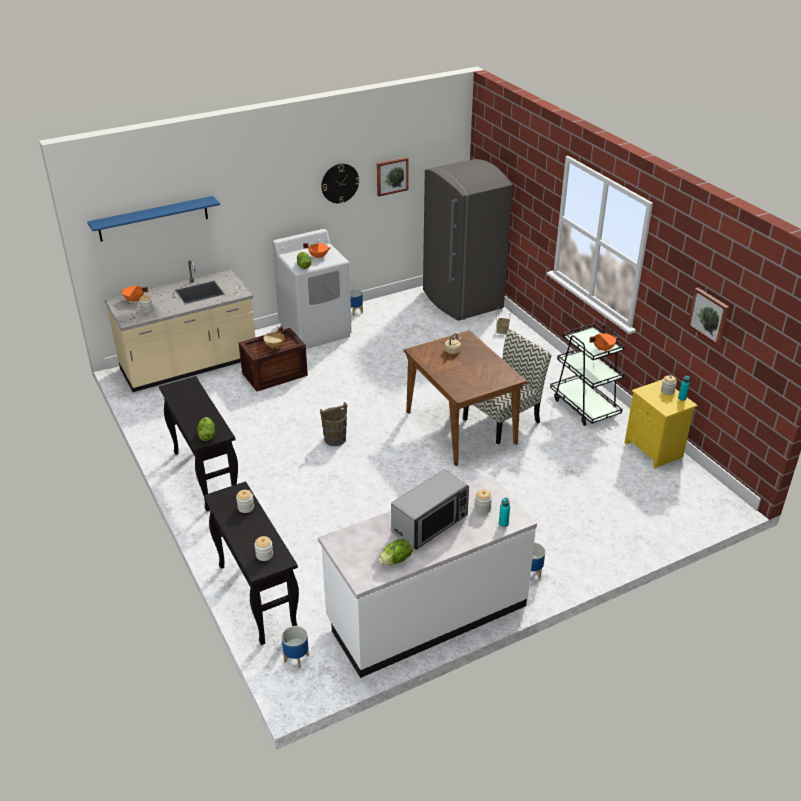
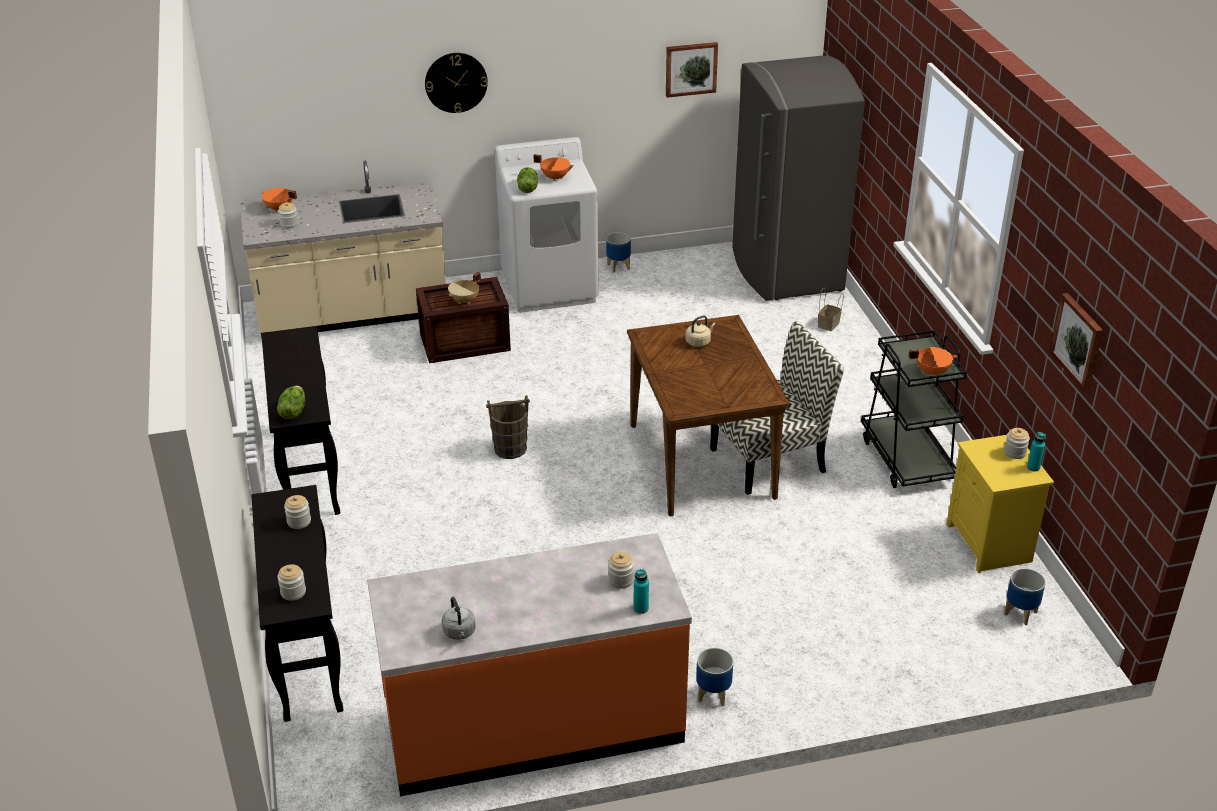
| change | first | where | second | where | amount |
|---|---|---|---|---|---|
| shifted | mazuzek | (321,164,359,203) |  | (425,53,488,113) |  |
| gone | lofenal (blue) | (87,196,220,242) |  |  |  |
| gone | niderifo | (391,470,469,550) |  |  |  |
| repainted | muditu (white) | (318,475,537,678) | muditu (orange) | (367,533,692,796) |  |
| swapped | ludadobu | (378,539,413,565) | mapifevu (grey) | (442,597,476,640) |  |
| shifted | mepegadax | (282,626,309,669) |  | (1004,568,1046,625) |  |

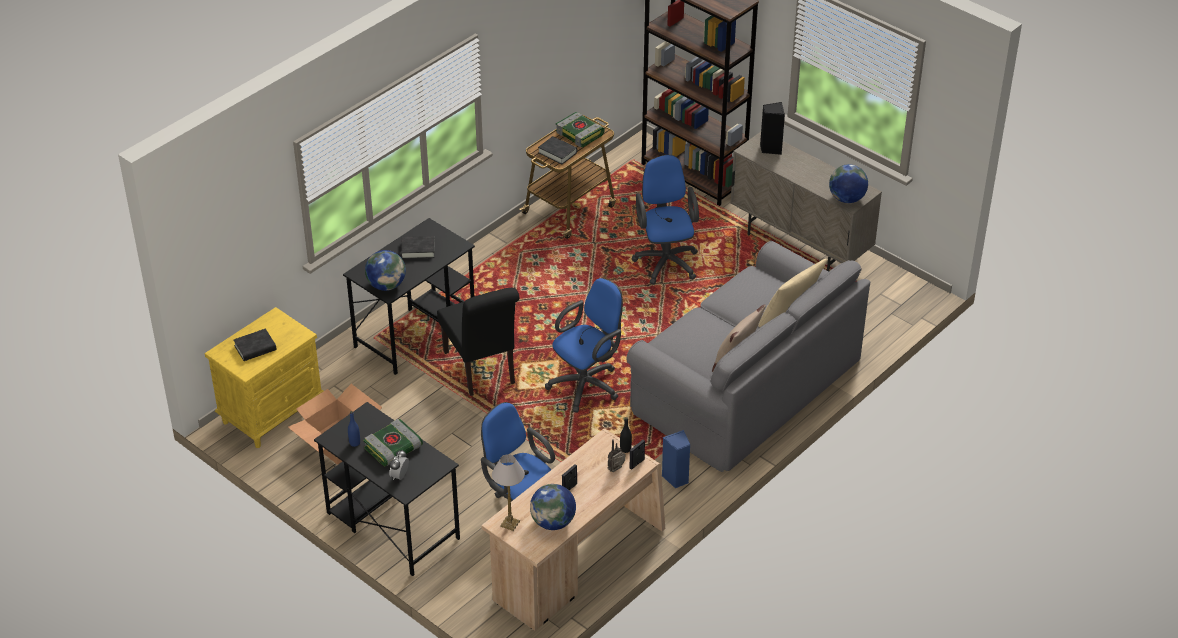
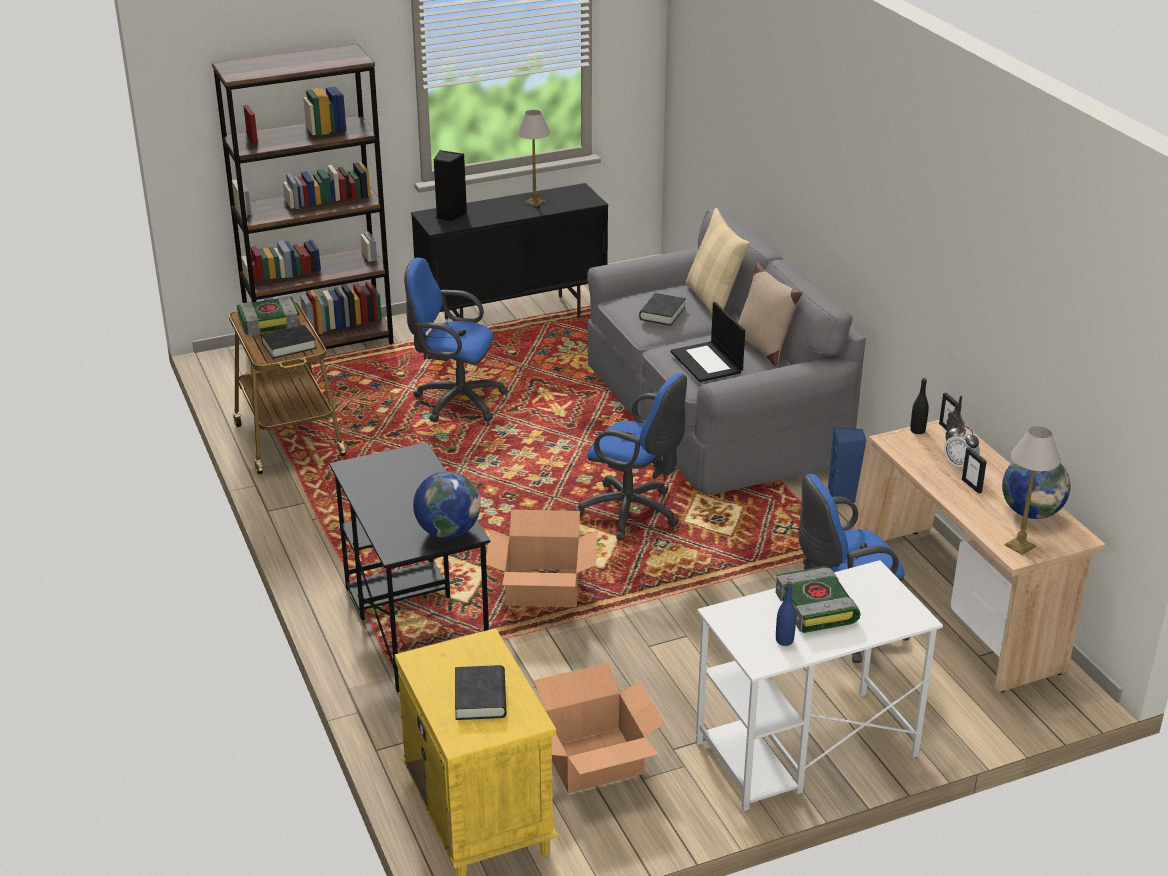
| change | first | where | second | where | amount |
|---|---|---|---|---|---|
| repainted | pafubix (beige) | (730,132,882,271) | pafubix (black) | (411,183,608,320) |  |
| gone | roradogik | (829,164,868,203) |  |  |  |
| shifted | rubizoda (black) | (401,236,435,259) |  | (639,293,686,326) |  |
| rotated | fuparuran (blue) | (545,278,623,413) |  | (574,373,687,540) | 135 degrees clockwise |
| swapped | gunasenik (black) | (437,288,519,396) | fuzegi | (486,510,597,607) |  |
| repainted | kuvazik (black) | (314,402,460,576) | kuvazik (white) | (696,560,943,811) |  |
| shifted | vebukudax | (389,450,409,480) |  | (944,425,980,467) |  |
| new |  |  | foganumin | (517,110,550,207) |  |
| new |  |  | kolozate | (671,302,745,382) |  |

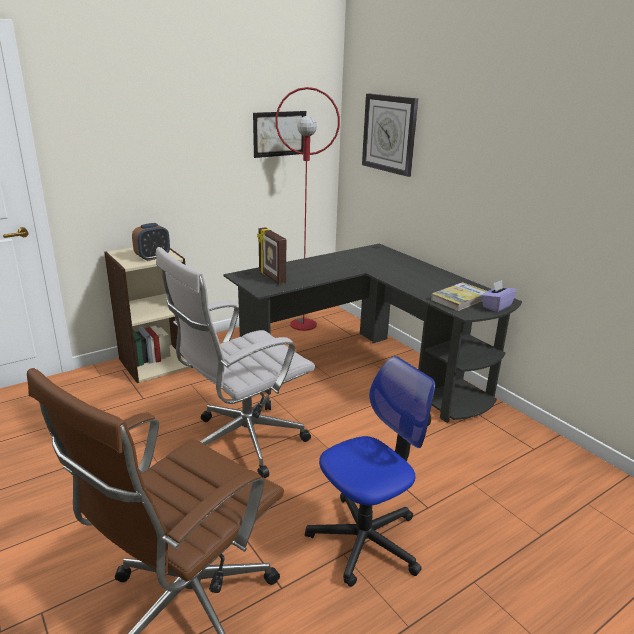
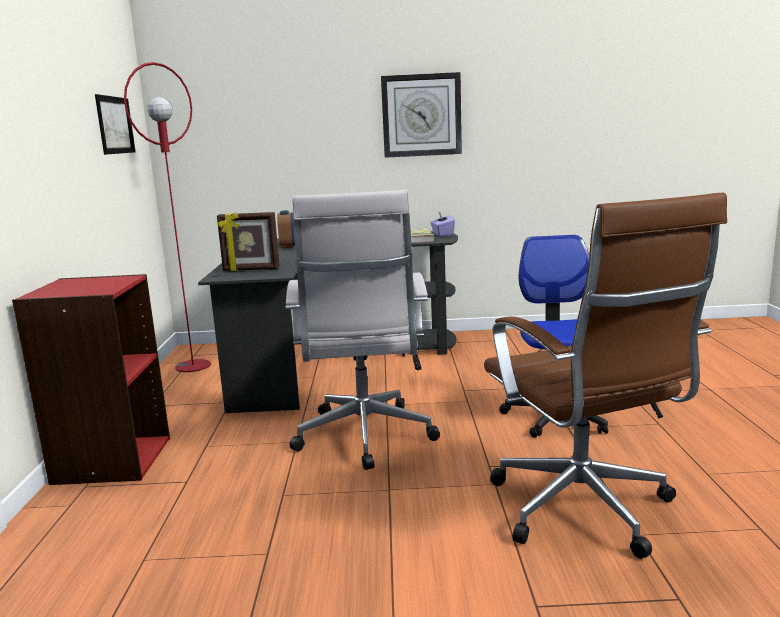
| change | first | where | second | where | amount |
|---|---|---|---|---|---|
| shifted | mazuzek | (362,93,418,177) |  | (381,72,462,158) |  |
| shifted | vebukudax | (132,223,170,261) |  | (277,210,295,248) |  |
| repainted | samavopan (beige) | (104,248,193,383) | samavopan (red) | (12,274,170,485) |  |

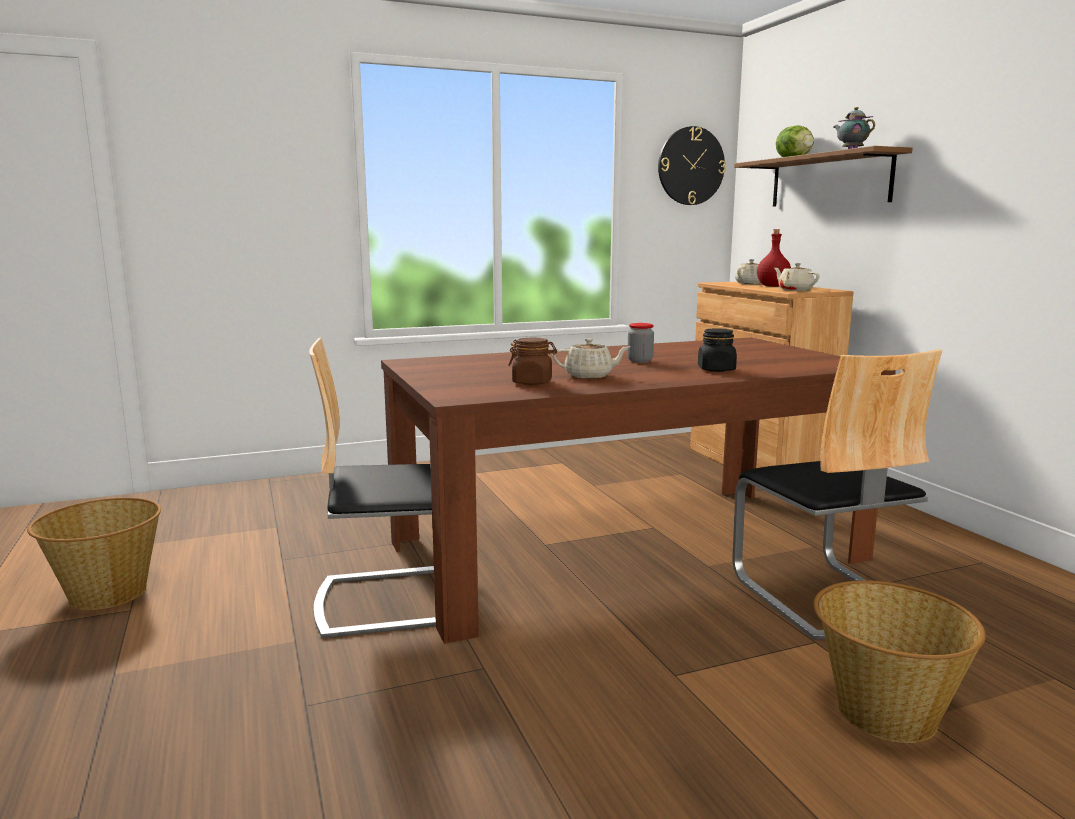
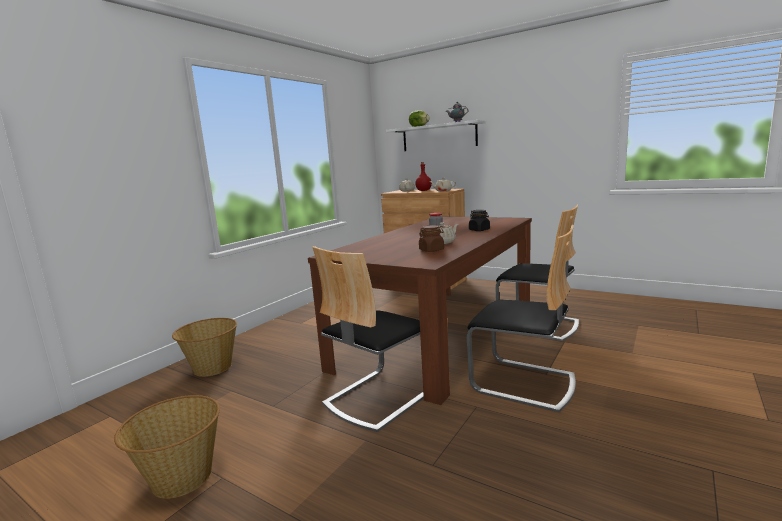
| change | first | where | second | where | amount |
|---|---|---|---|---|---|
| gone | mazuzek | (658,126,726,205) |  |  |  |
| repainted | lofenal (brown) | (734,146,913,207) | lofenal (white) | (386,120,486,151) |  |
| shifted | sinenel | (814,580,986,743) |  | (172,318,237,377) |  |
| new |  |  | gunasenik | (467,225,576,412) |  |

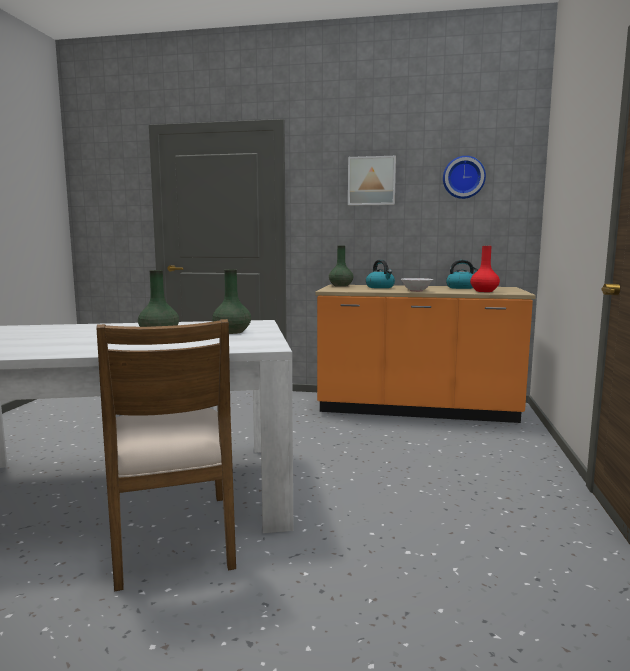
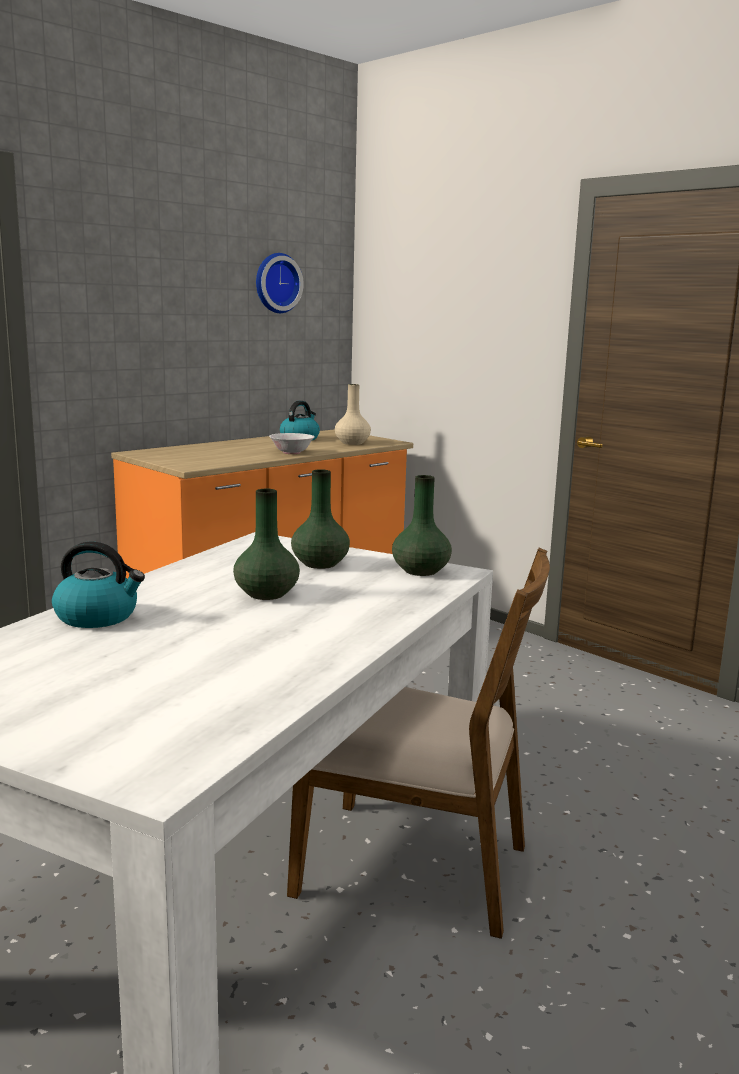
| change | first | where | second | where | amount |
|---|---|---|---|---|---|
| gone | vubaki | (348,156,396,206) |  |  |  |
| shifted | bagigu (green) | (329,245,353,287) |  | (392,475,452,576) |  |
| repainted | bagigu (red) | (470,246,500,292) | bagigu (beige) | (335,384,371,445) |  |
| shifted | mapifevu | (366,260,395,288) |  | (52,542,145,628) |  |

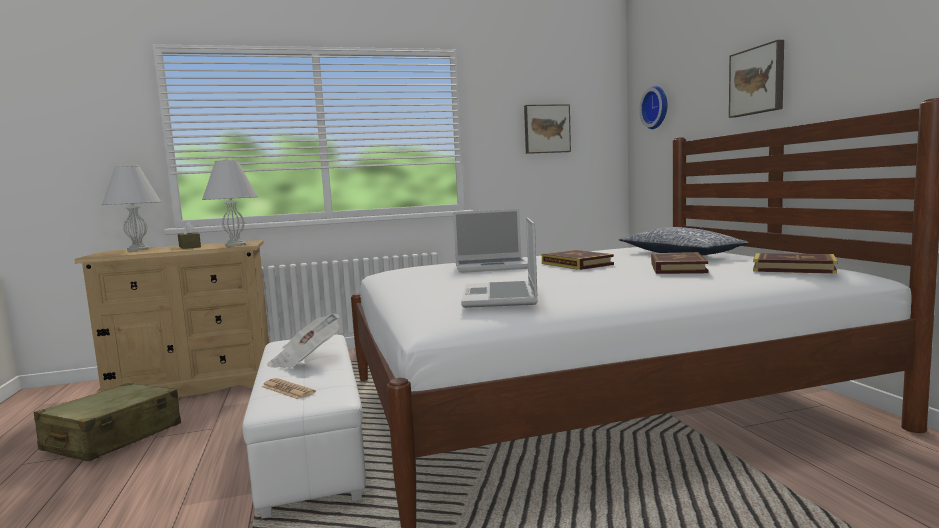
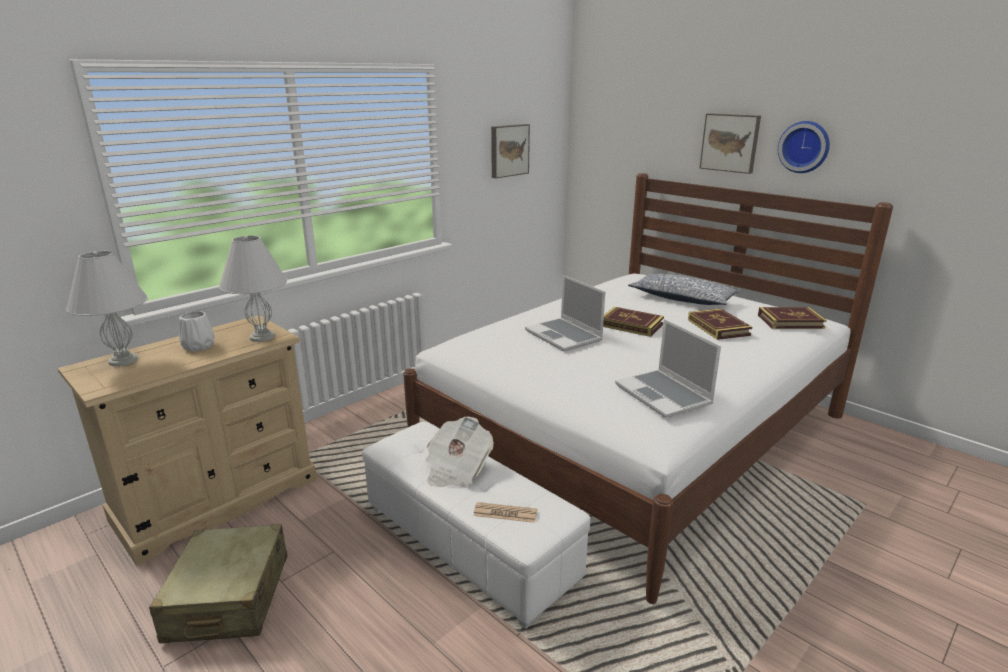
| change | first | where | second | where | amount |
|---|---|---|---|---|---|
| shifted | mazuzek | (639,86,667,129) |  | (778,121,830,173) |  |
| rotated | kolozate | (453,209,528,273) |  | (525,275,605,351) | 90 degrees clockwise |
| swapped | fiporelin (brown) | (178,221,201,249) | bagigu (white) | (179,311,215,352) |  |

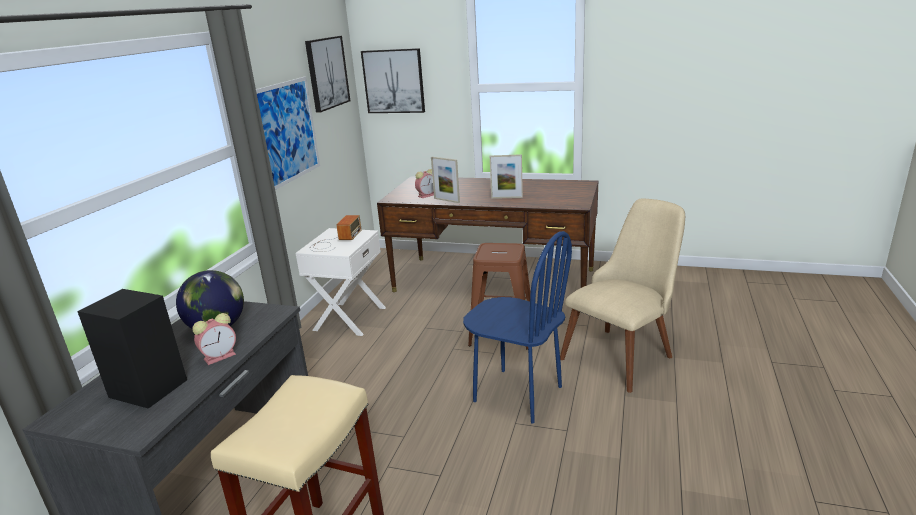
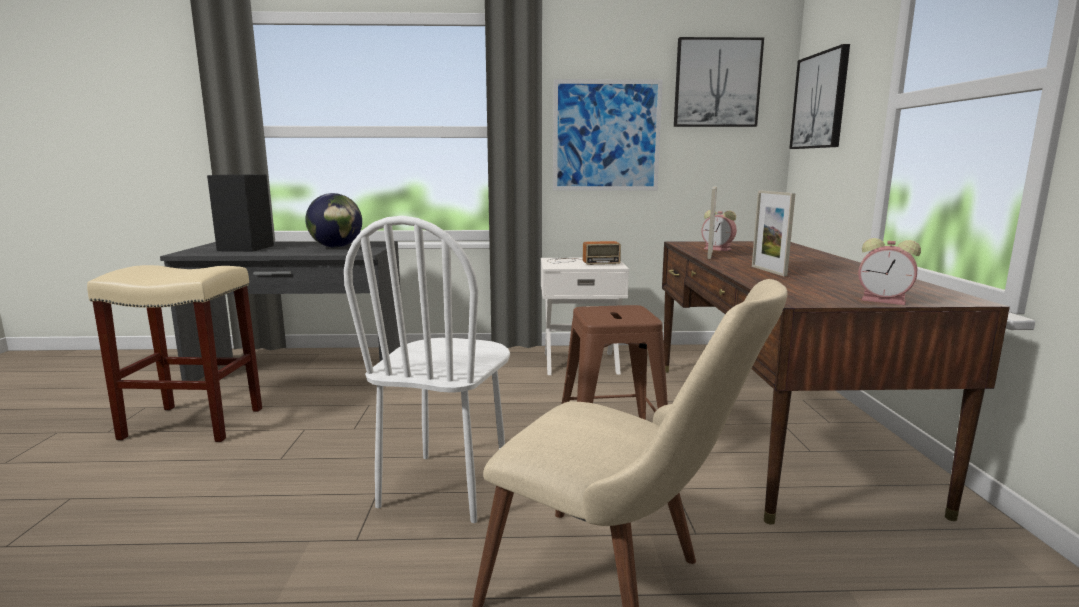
| change | first | where | second | where | amount |
|---|---|---|---|---|---|
| repainted | gunasenik (blue) | (463,231,572,424) | gunasenik (white) | (344,216,510,523) |  |
| shifted | vebukudax | (192,313,236,365) |  | (858,238,921,305) |  |

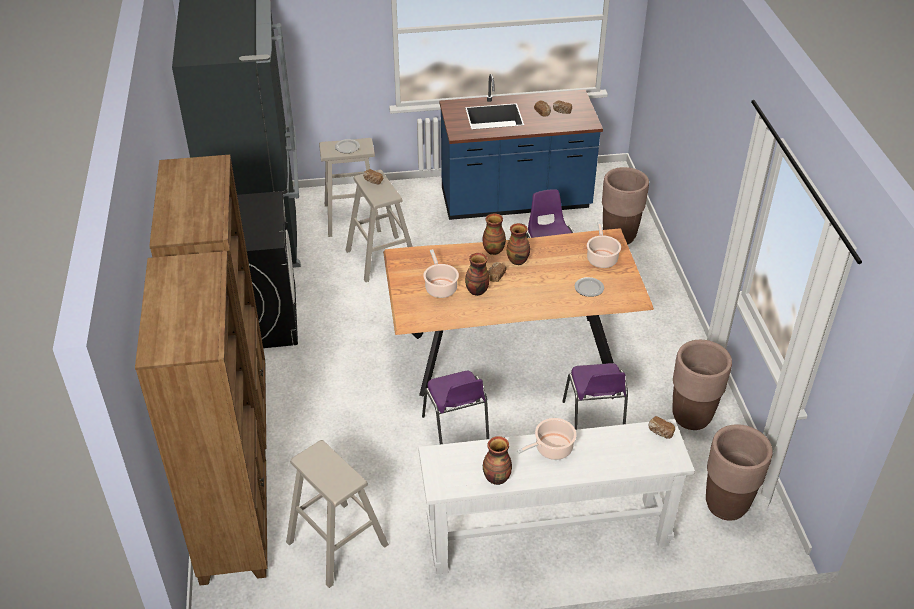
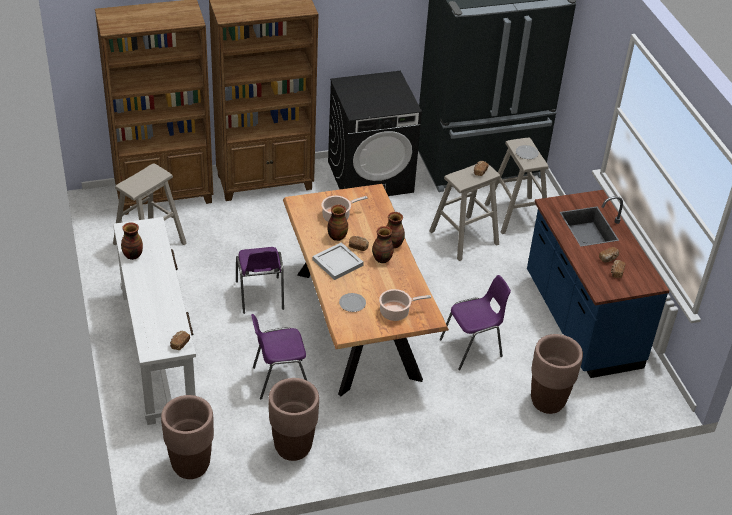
| change | first | where | second | where | amount |
|---|---|---|---|---|---|
| rotated | gunasenik (purple) | (422,371,489,444) |  | (236,247,284,314) | 75 degrees counterclockwise |
| gone | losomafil | (517,418,577,460) |  |  |  |
| new |  |  | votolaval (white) | (313,242,364,280) |  |

